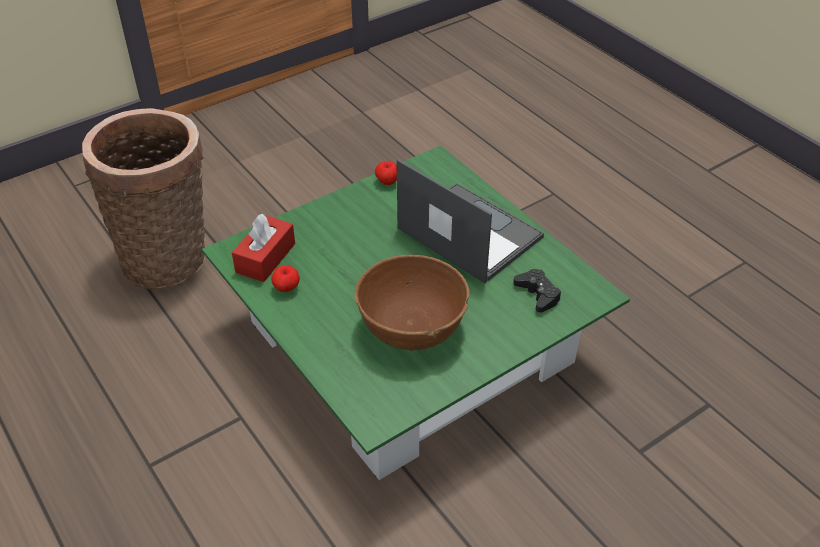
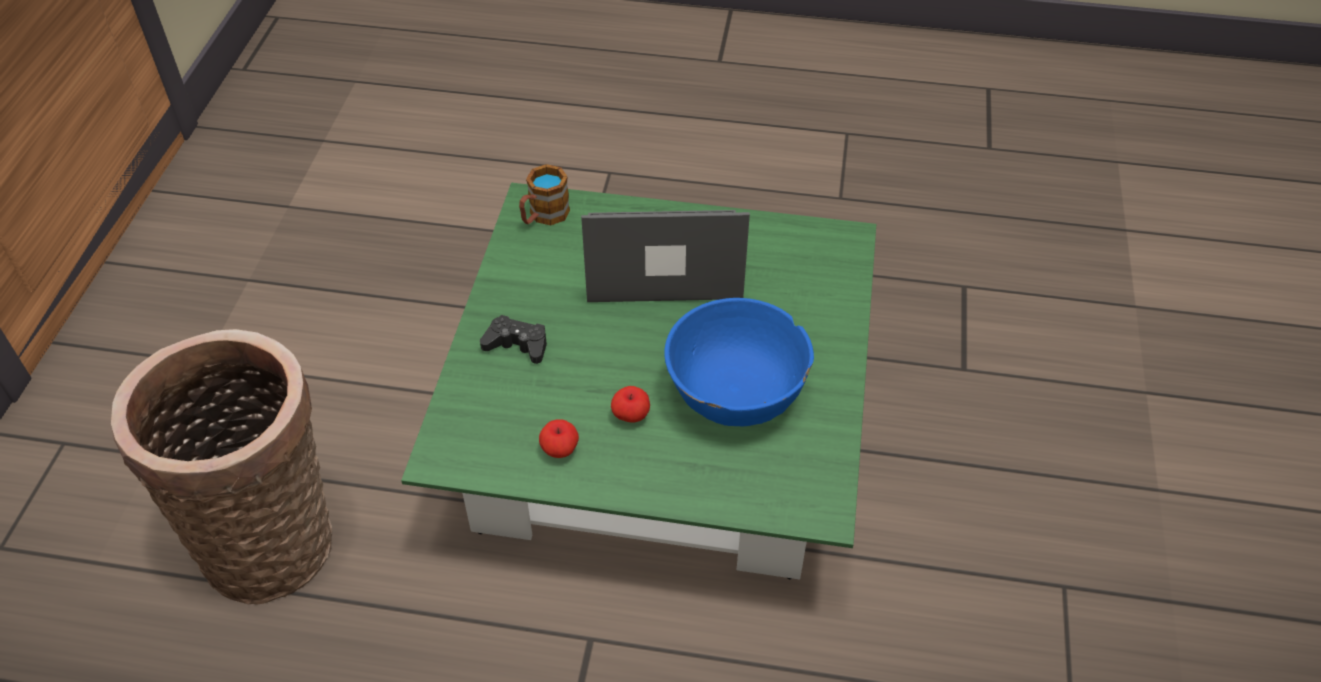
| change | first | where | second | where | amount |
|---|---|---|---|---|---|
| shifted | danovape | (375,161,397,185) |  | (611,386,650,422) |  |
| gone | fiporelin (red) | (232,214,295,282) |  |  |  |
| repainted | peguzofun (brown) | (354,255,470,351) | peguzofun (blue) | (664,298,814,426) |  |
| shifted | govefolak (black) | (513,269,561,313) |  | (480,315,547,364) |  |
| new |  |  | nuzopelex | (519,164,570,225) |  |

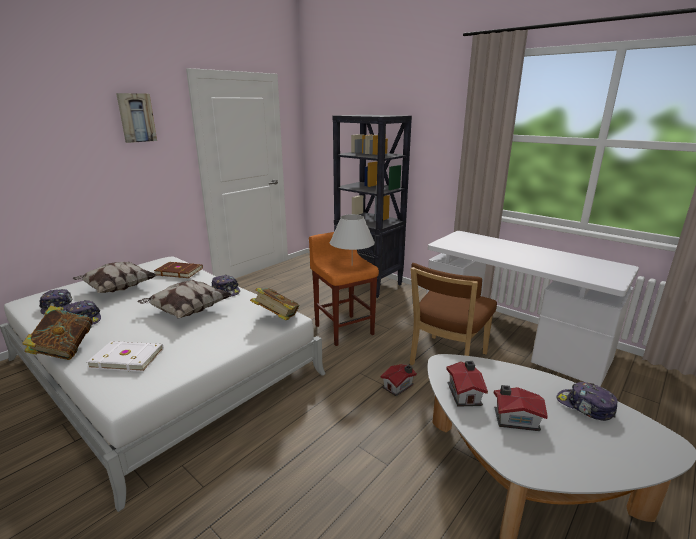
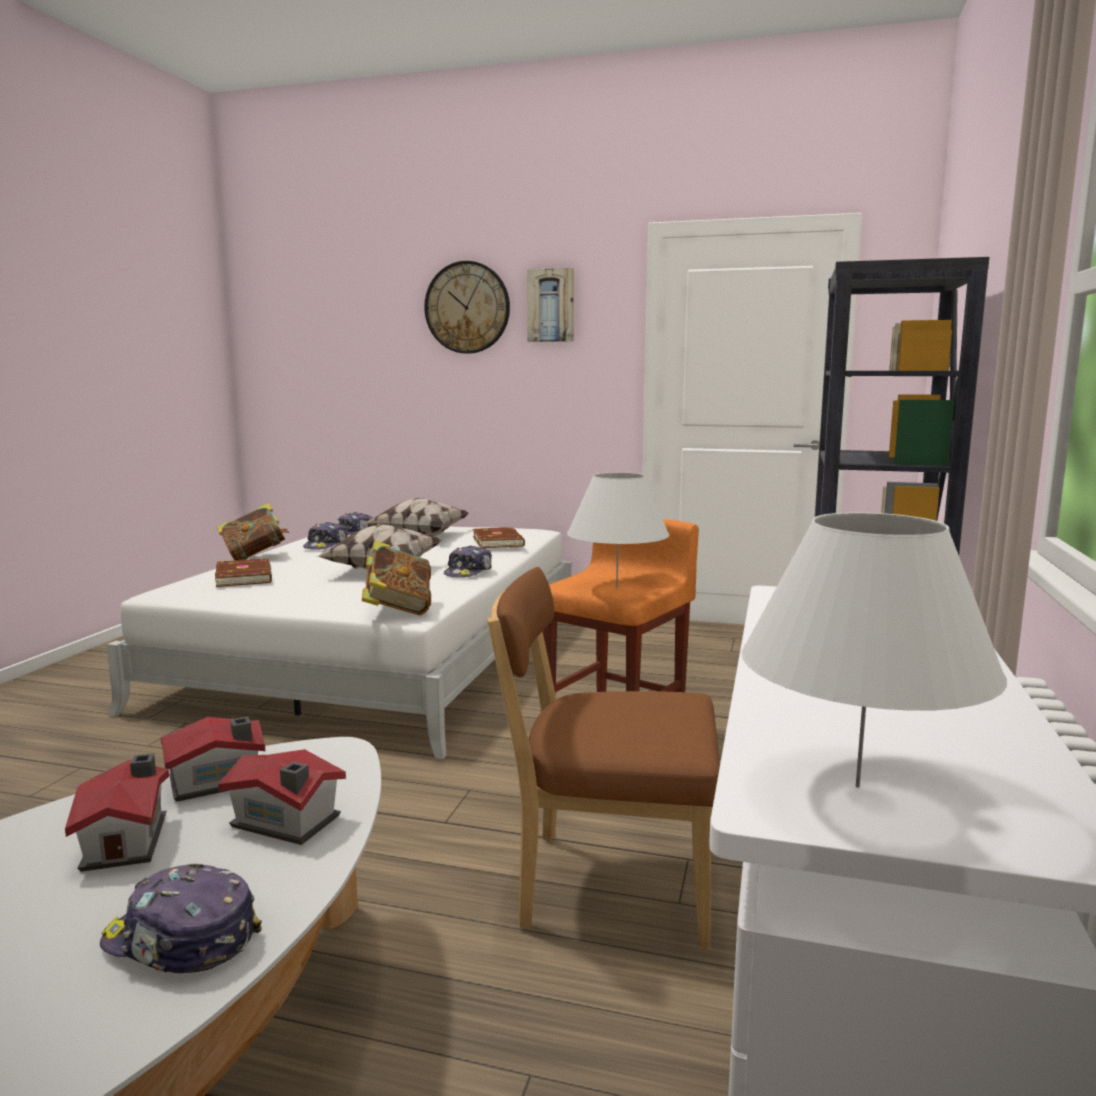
| change | first | where | second | where | amount |
|---|---|---|---|---|---|
| repainted | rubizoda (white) | (87,341,163,372) | rubizoda (brown) | (215,558,272,587) |  |
| shifted | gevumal | (380,364,417,396) |  | (218,749,346,845) |  |
| rotated | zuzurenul | (557,382,618,421) |  | (100,864,262,973) | 90 degrees counterclockwise |
| new |  |  | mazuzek | (424,261,510,354) |  |
| new |  |  | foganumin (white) | (741,512,1007,788) |  |

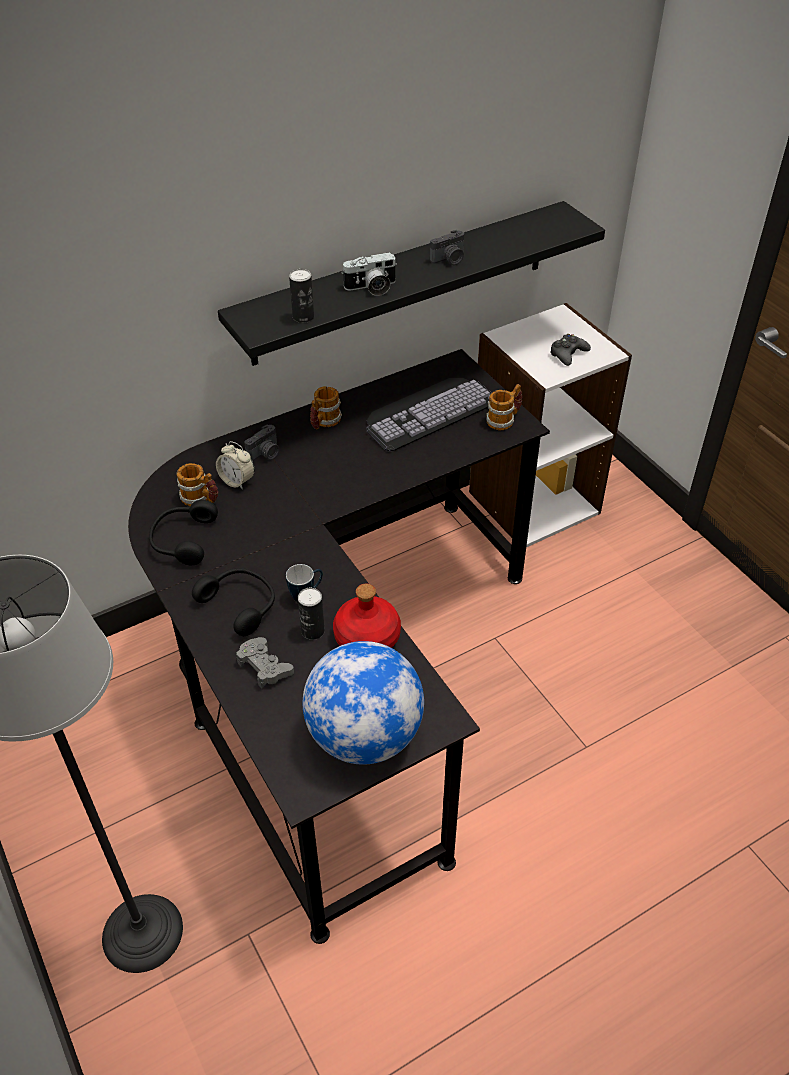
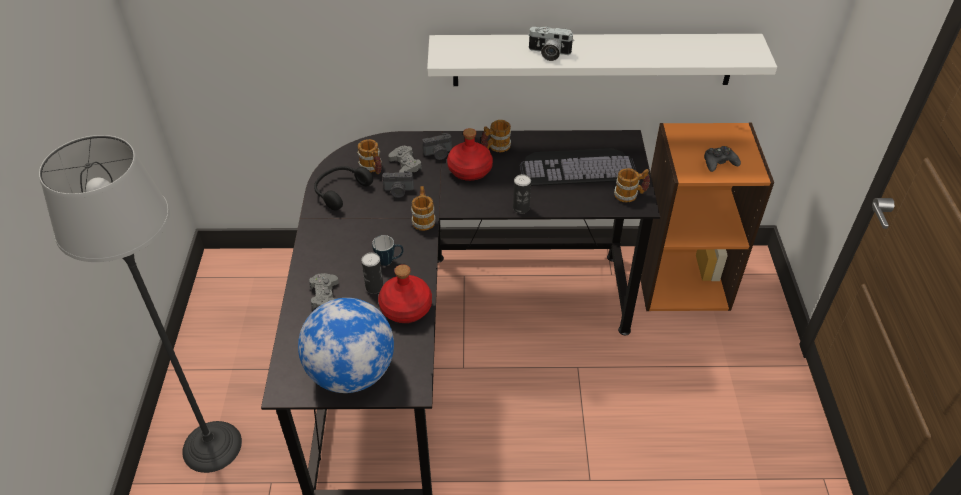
| change | first | where | second | where | amount |
|---|---|---|---|---|---|
| repainted | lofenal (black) | (218,201,605,366) | lofenal (white) | (427,34,777,86) |  |
| shifted | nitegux | (430,230,464,265) |  | (382,171,414,198) |  |
| shifted | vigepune | (289,269,314,323) |  | (513,174,531,213) |  |
| repainted | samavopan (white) | (469,303,632,547) | samavopan (orange) | (641,123,774,311) |  |
| swapped | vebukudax | (216,441,255,490) | govefolak (grey) | (389,146,422,173) |  |
| gone | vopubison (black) | (192,568,275,636) |  |  |  |
| new |  |  | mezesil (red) | (447,128,493,181) |  |
| new |  |  | nuzopelex | (411,186,436,231) |  |

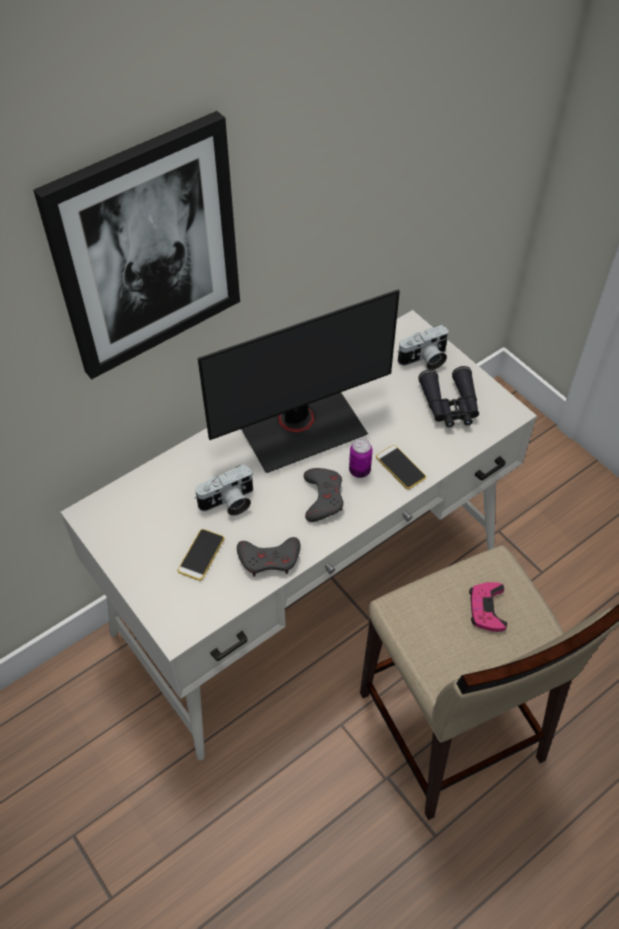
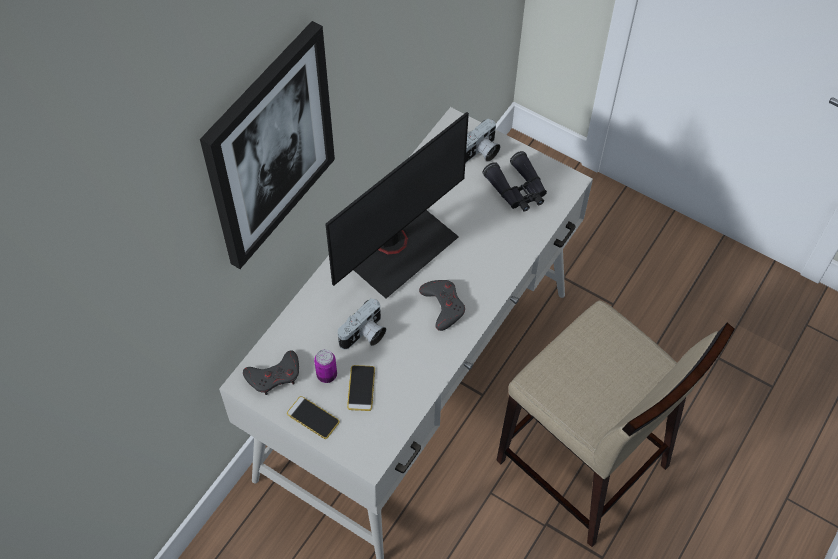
| change | first | where | second | where | amount |
|---|---|---|---|---|---|
| shifted | vigepune | (349,439,373,478) |  | (314,349,337,383) |  |
| shifted | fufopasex | (376,445,426,489) |  | (287,396,340,439) |  |
| shifted | govefolak (grey) | (237,537,300,576) |  | (243,351,299,395) |  |
| gone | govefolak (pink) | (469,582,508,632) |  |  |  |

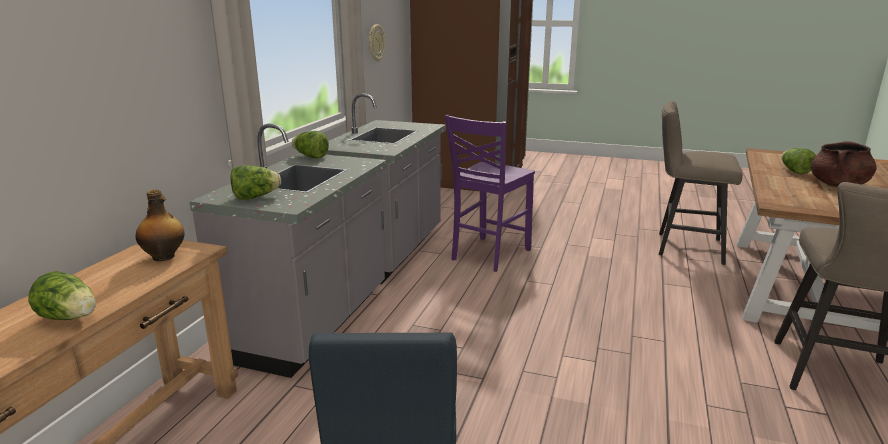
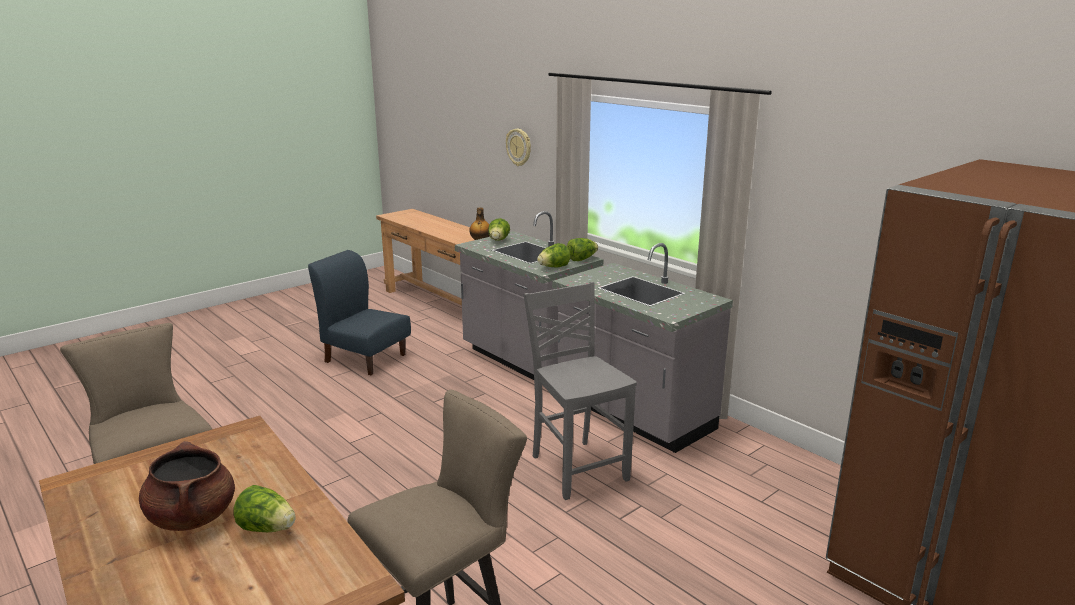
| change | first | where | second | where | amount |
|---|---|---|---|---|---|
| shifted | mazuzek | (369,24,386,62) |  | (506,129,531,166) |  |
| repainted | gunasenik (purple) | (445,115,535,272) | gunasenik (grey) | (523,282,637,500) |  |
| shifted | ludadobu | (28,271,96,320) |  | (537,243,571,268) |  |

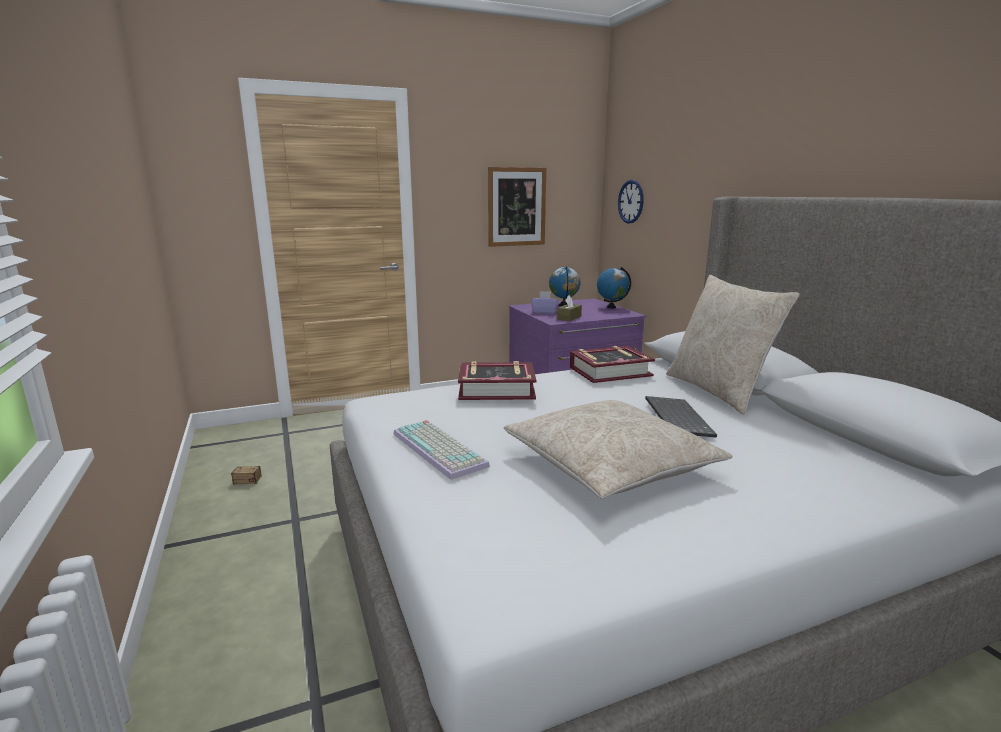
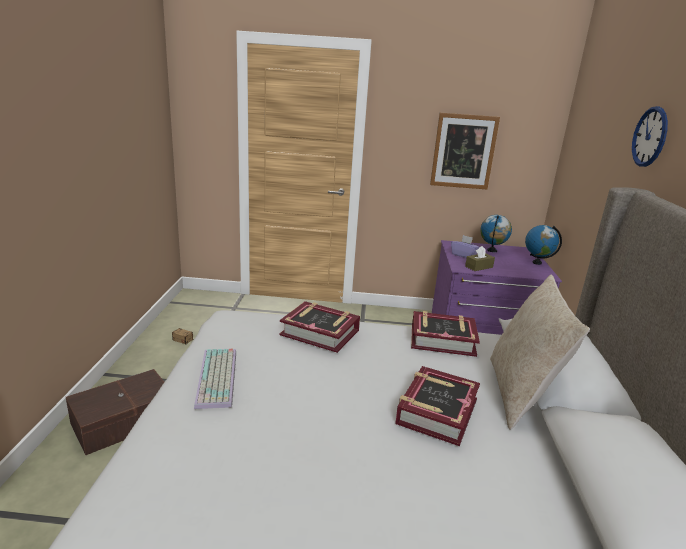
| change | first | where | second | where | amount |
|---|---|---|---|---|---|
| shifted | mazuzek | (618,180,644,224) |  | (632,106,668,167) |  |
| swapped | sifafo | (645,396,717,438) | rubizoda | (395,366,480,446) |  |
| gone | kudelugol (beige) | (504,400,732,499) |  |  |  |
| new |  |  | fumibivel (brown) | (66,369,164,455) |  |

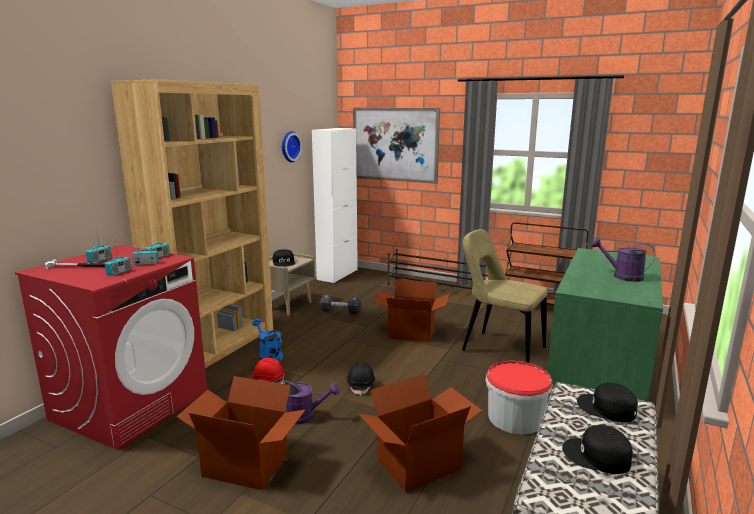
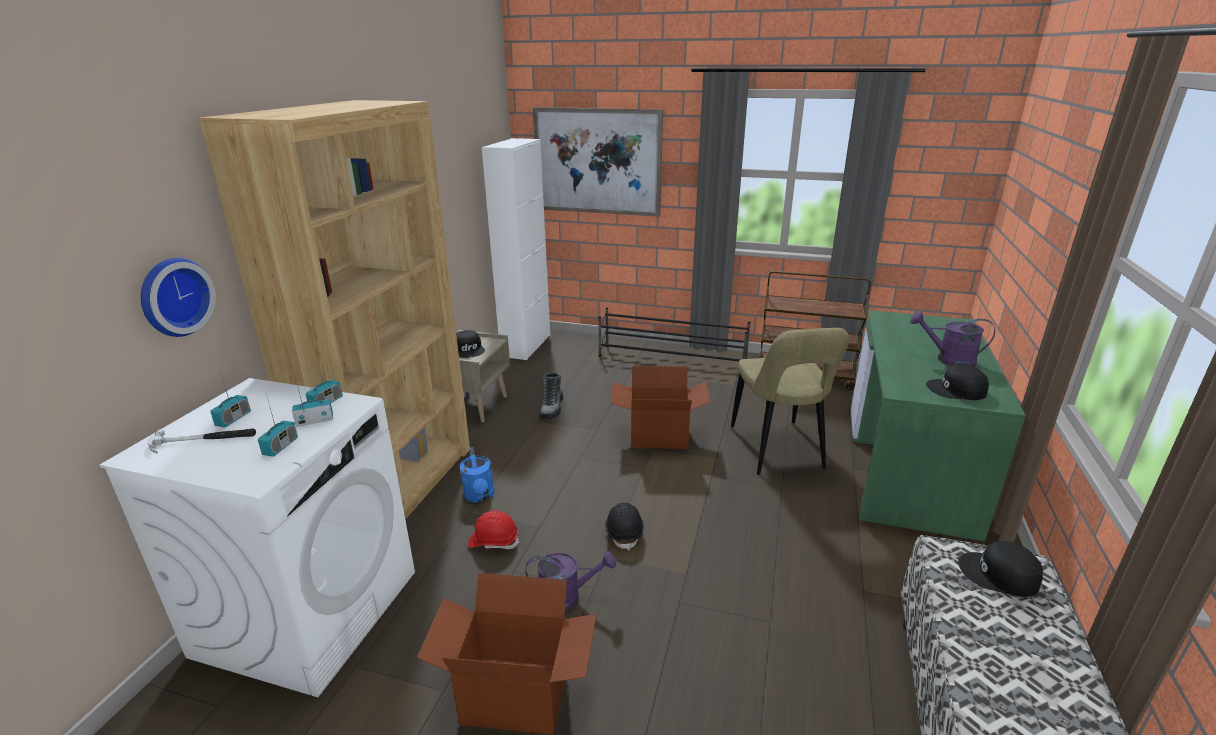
| change | first | where | second | where | amount |
|---|---|---|---|---|---|
| shifted | mazuzek | (282,131,302,162) |  | (141,258,216,337) |  |
| rotated | gunasenik (beige) | (462,229,548,363) |  | (731,328,850,475) | 120 degrees counterclockwise |
| repainted | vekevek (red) | (15,245,207,450) | vekevek (white) | (100,378,415,697) |  |
| swapped | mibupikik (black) | (320,295,361,314) | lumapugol | (539,373,564,419) |  |
| rotated | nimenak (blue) | (252,318,283,362) |  | (460,447,495,503) | 150 degrees counterclockwise |
| gone | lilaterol | (486,361,553,435) |  |  |  |
| gone | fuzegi | (358,374,482,492) |  |  |  |
| shifted | zuzurenul (black) | (562,425,633,474) |  | (926,364,989,400) |  |

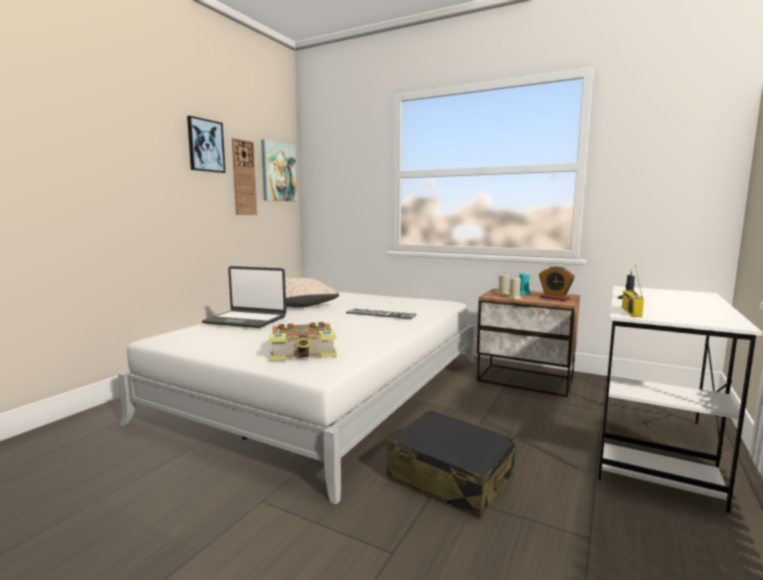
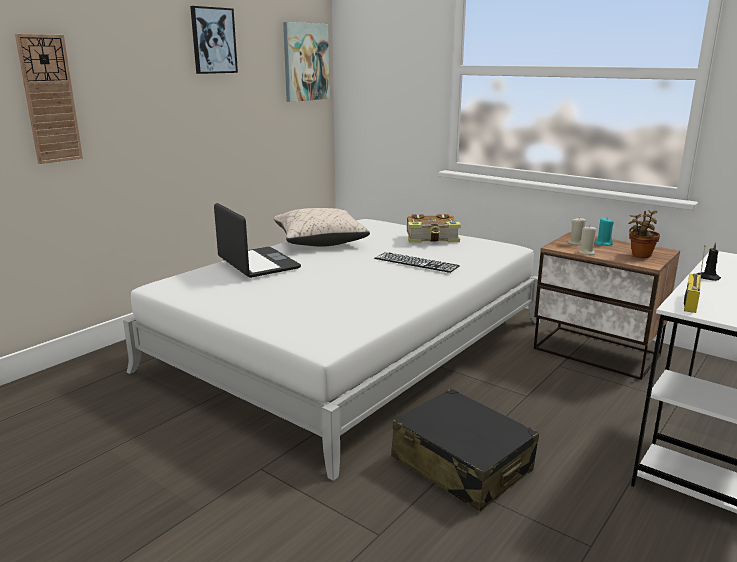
| change | first | where | second | where | amount |
|---|---|---|---|---|---|
| shifted | mazuzek | (232,138,257,215) |  | (15,34,83,164) |  |
| rotated | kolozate | (202,266,286,328) |  | (214,203,301,278) | 150 degrees counterclockwise |
| swapped | vebukudax | (539,266,574,301) | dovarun | (628,210,660,258) |  |
| shifted | rubizoda | (269,322,337,361) |  | (407,214,461,243) |  |

